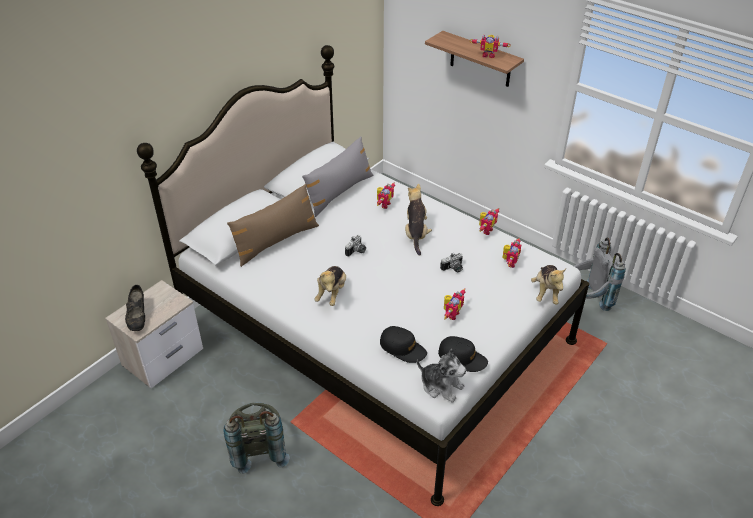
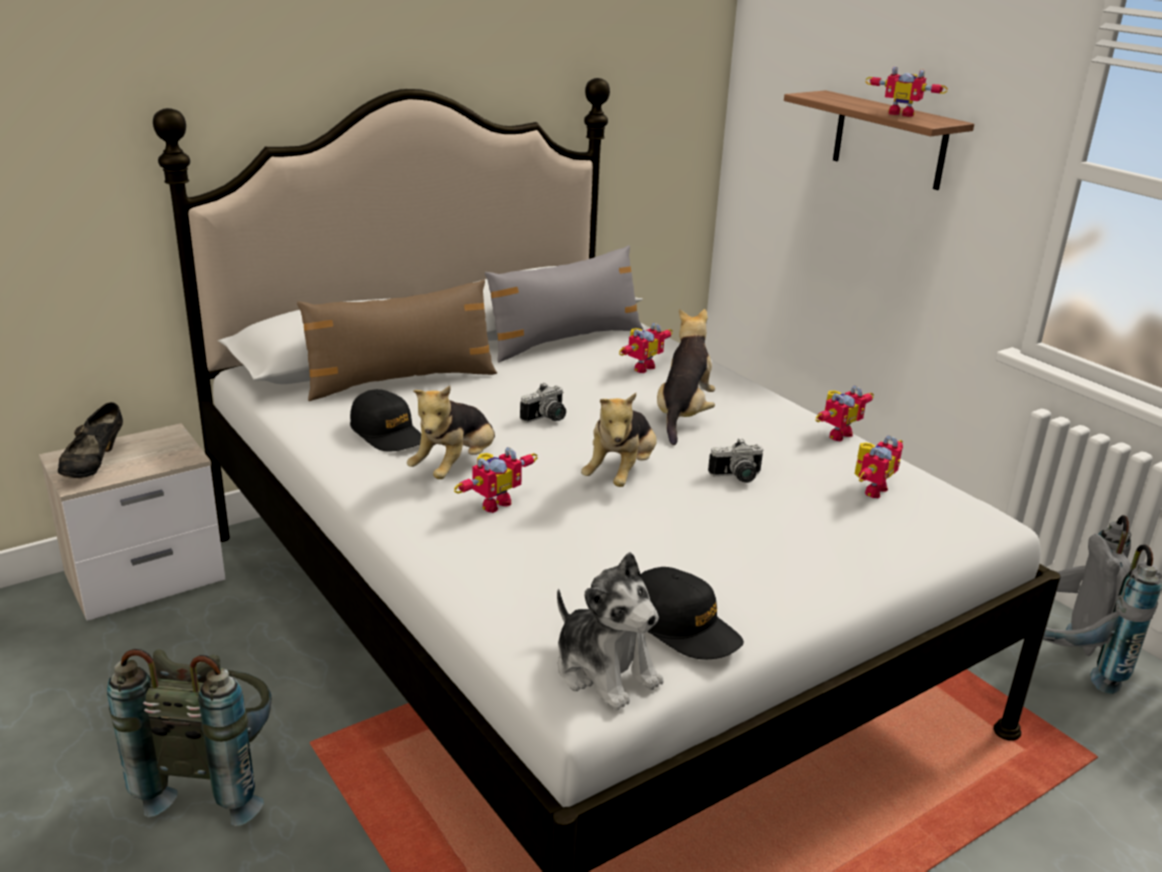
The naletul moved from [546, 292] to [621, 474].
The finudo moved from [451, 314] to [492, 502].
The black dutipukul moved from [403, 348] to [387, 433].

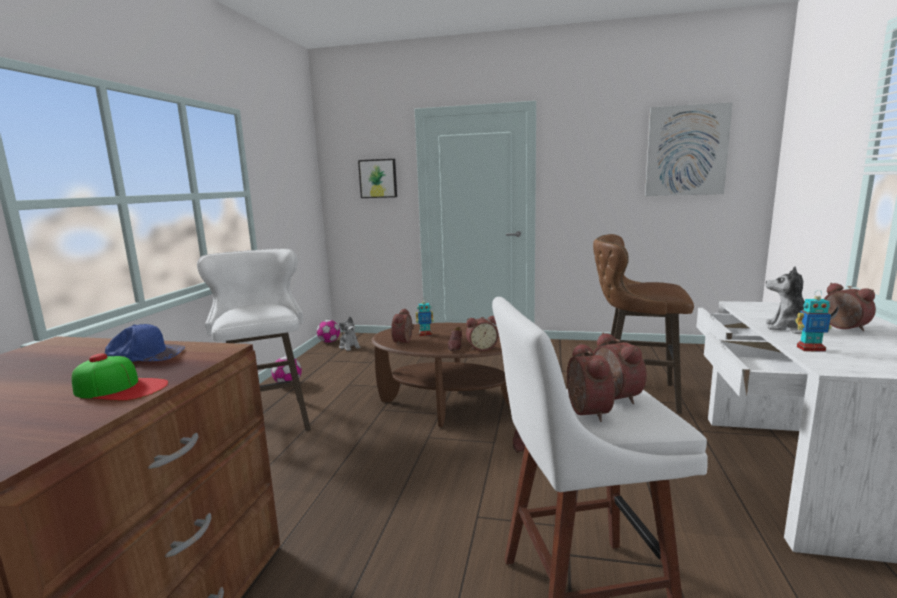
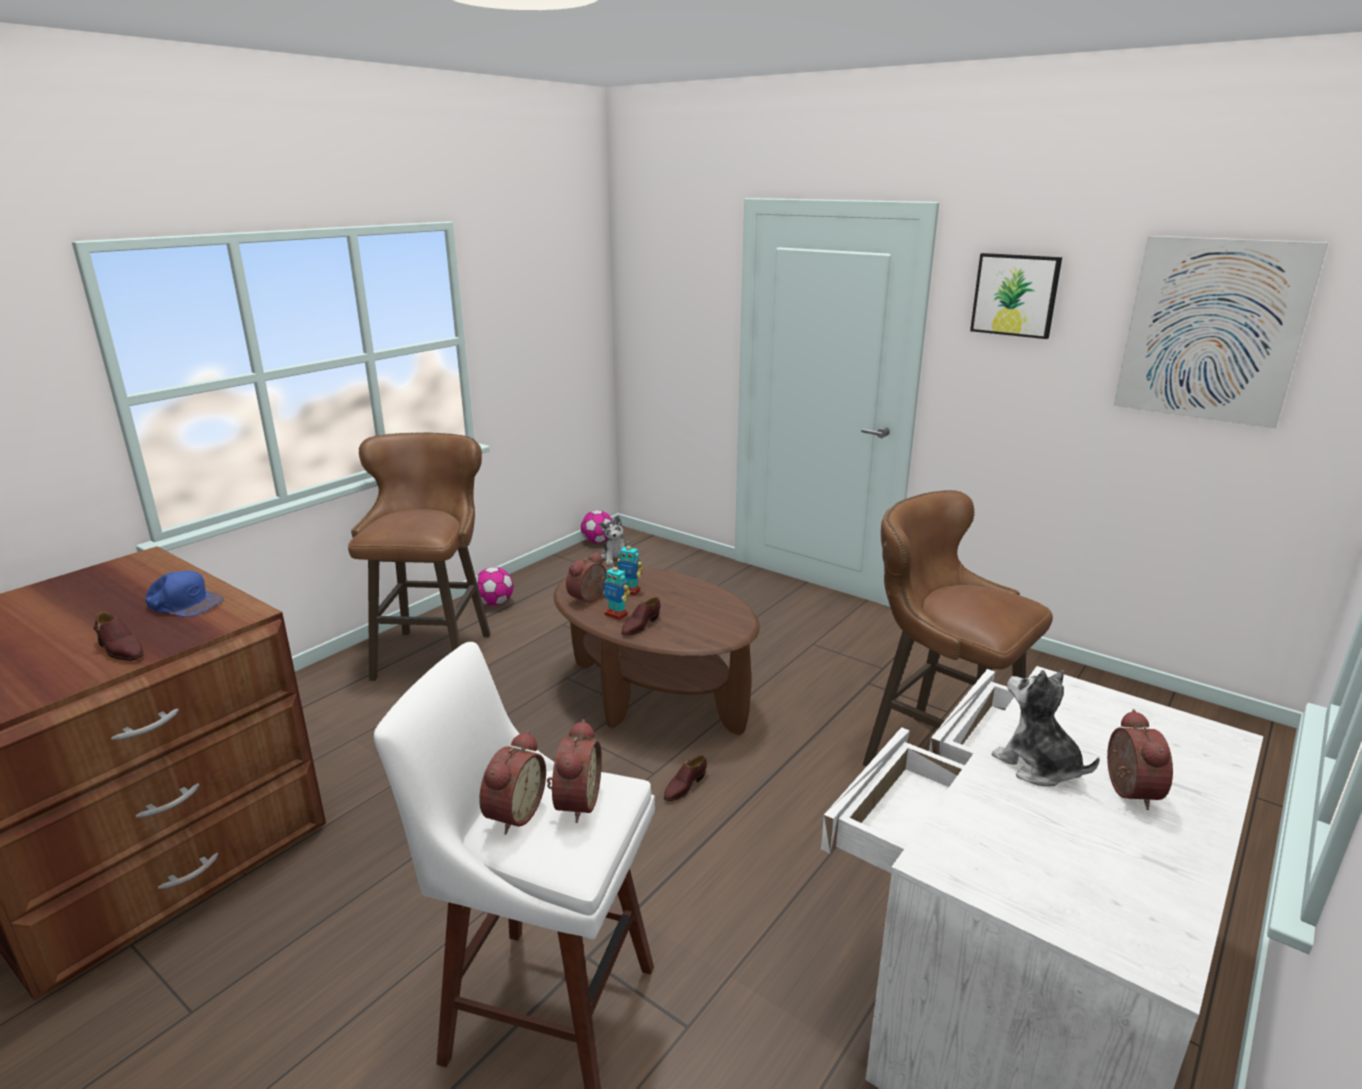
The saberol moved from [378, 178] to [1015, 295].
The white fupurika at [268, 419] became the brown fupurika at [435, 653].
The finudo moved from [810, 349] to [616, 615].
The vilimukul at [481, 348] disappeared.
The dutipukul at [120, 388] was replaced by the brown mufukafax at [120, 650].

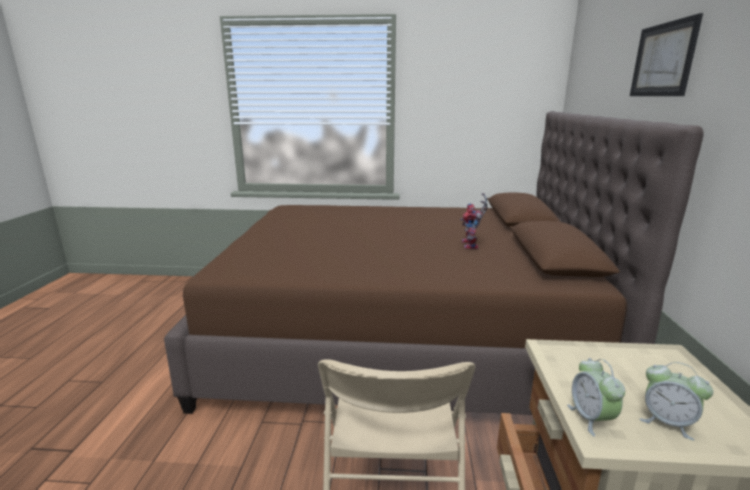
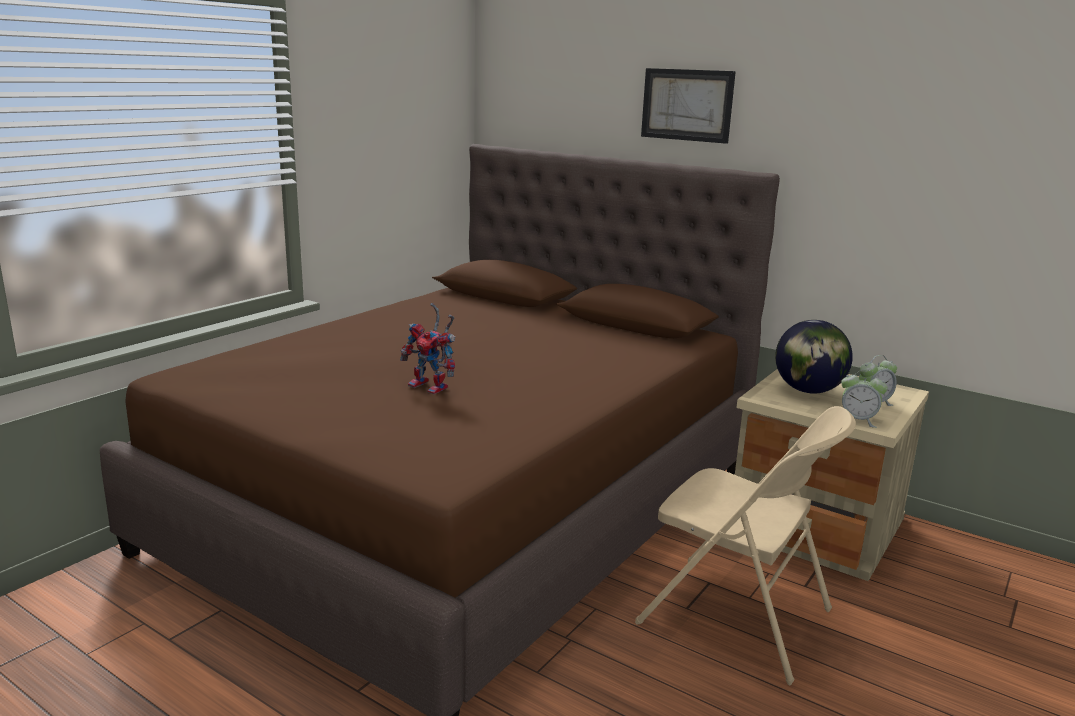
The finudo moved from [472, 246] to [433, 387].
The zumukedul at [808, 391] appeared.

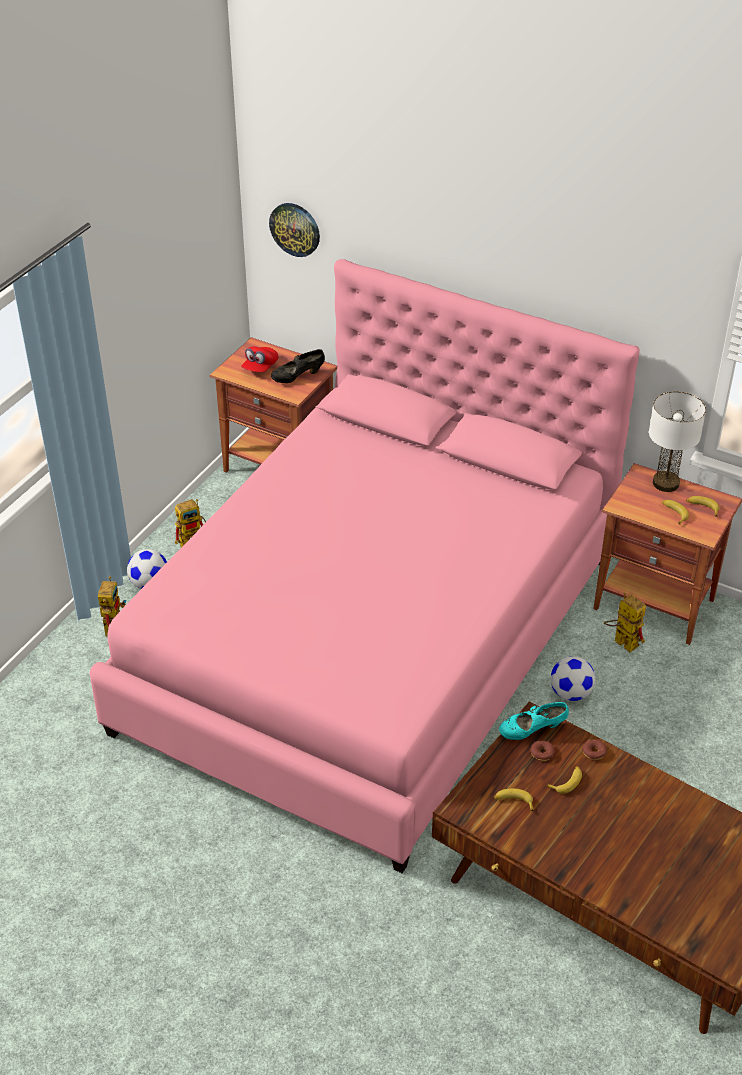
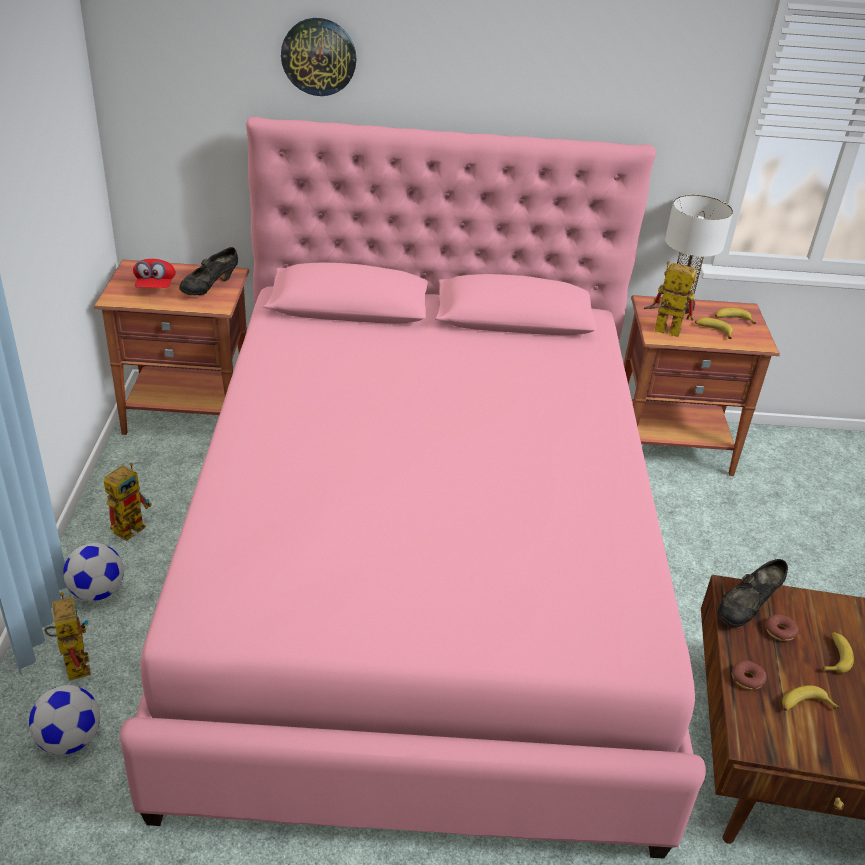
The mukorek moved from [295, 229] to [319, 56].
The finudo moved from [621, 641] to [660, 330].
The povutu moved from [570, 693] to [69, 740].
The turquoise mufukafax at [532, 731] became the black mufukafax at [746, 608].
The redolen moved from [594, 752] to [747, 679].

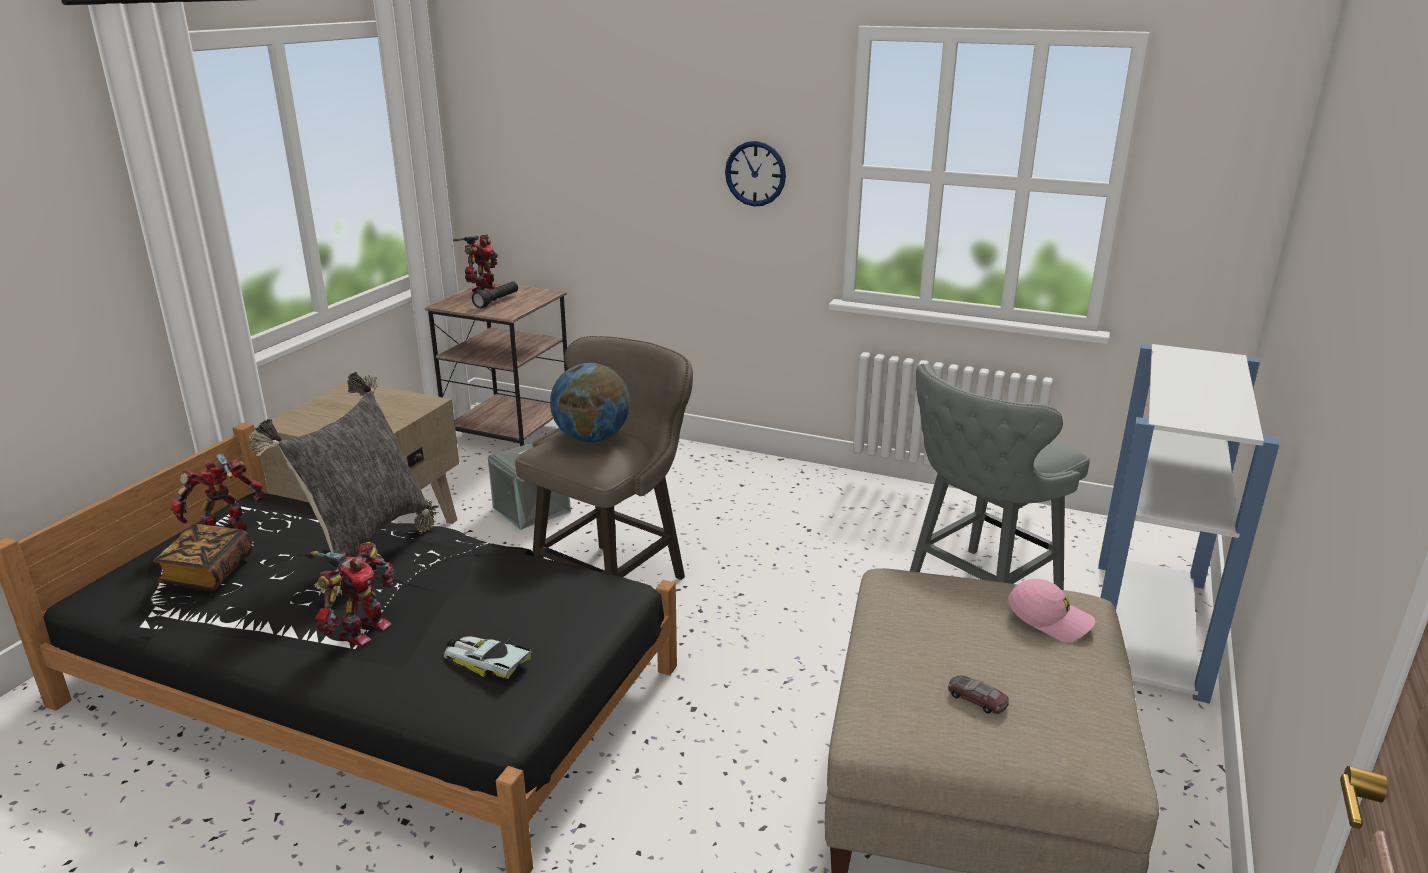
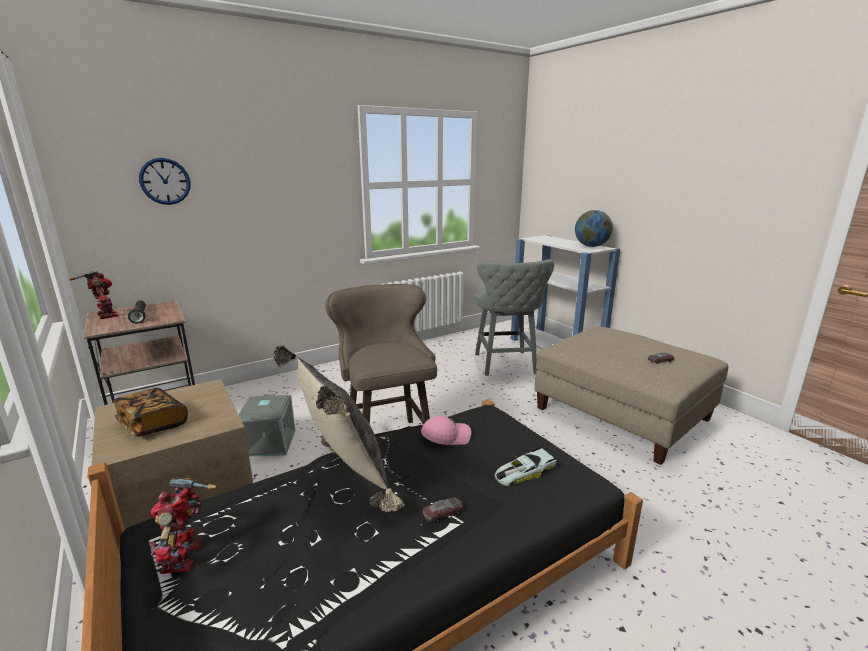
The mukorek moved from [755, 173] to [165, 181].
The zumukedul moved from [592, 438] to [591, 246].
The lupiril moved from [208, 573] to [153, 424].
The finudo at [362, 630] was replaced by the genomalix at [442, 513].
The pink dutipukul moved from [1050, 619] to [446, 437].

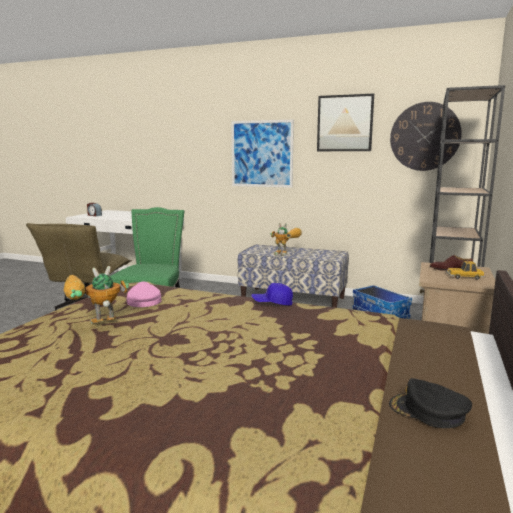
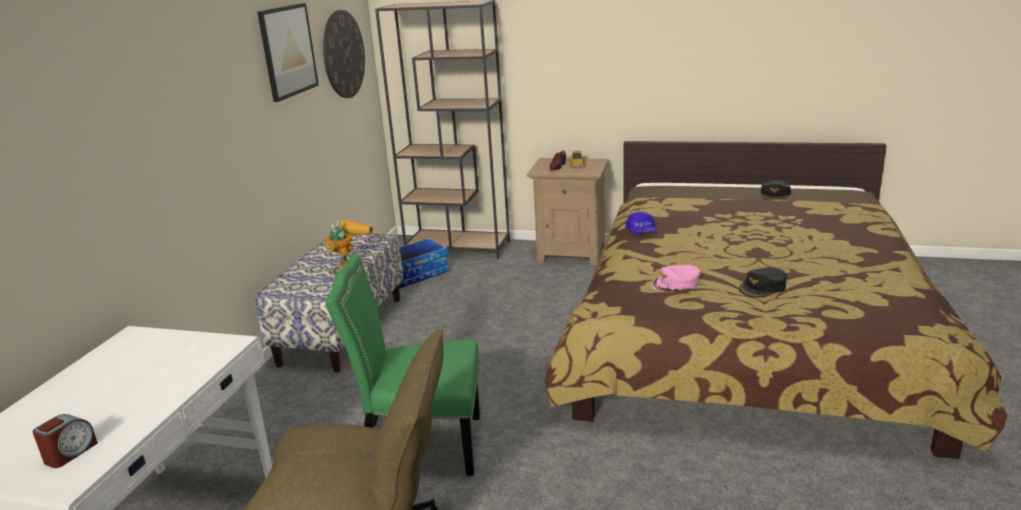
The saberol at [262, 154] disappeared.
The finudo at [94, 327] was replaced by the black dutipukul at [763, 287].

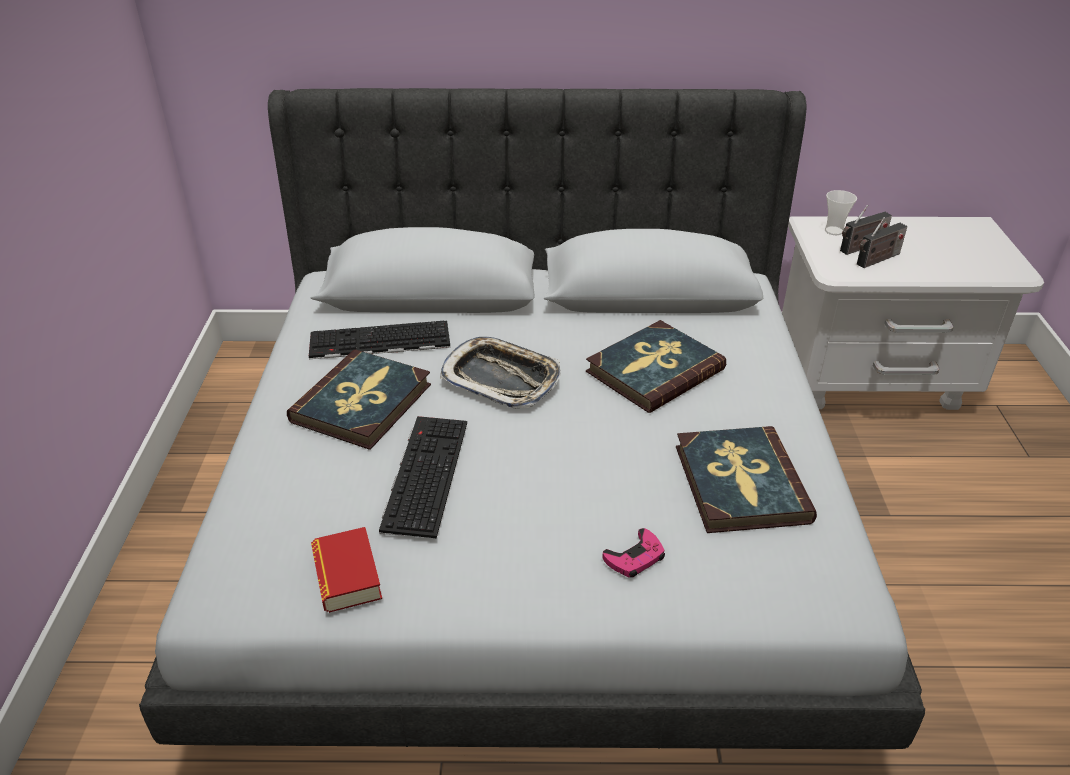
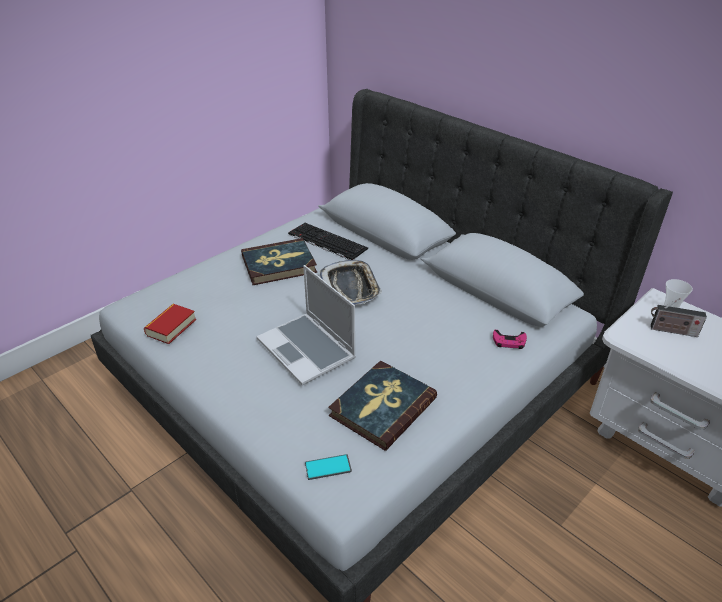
The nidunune at [877, 260] disappeared.
The lupiril at [654, 370] disappeared.
The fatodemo at [424, 473] disappeared.
The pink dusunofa moved from [635, 558] to [509, 342].
The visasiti at [308, 349] appeared.
The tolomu at [328, 467] appeared.

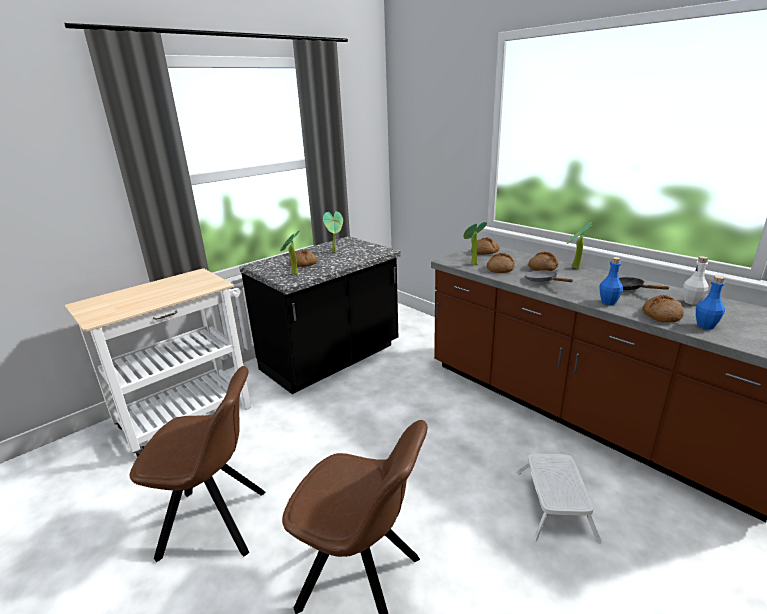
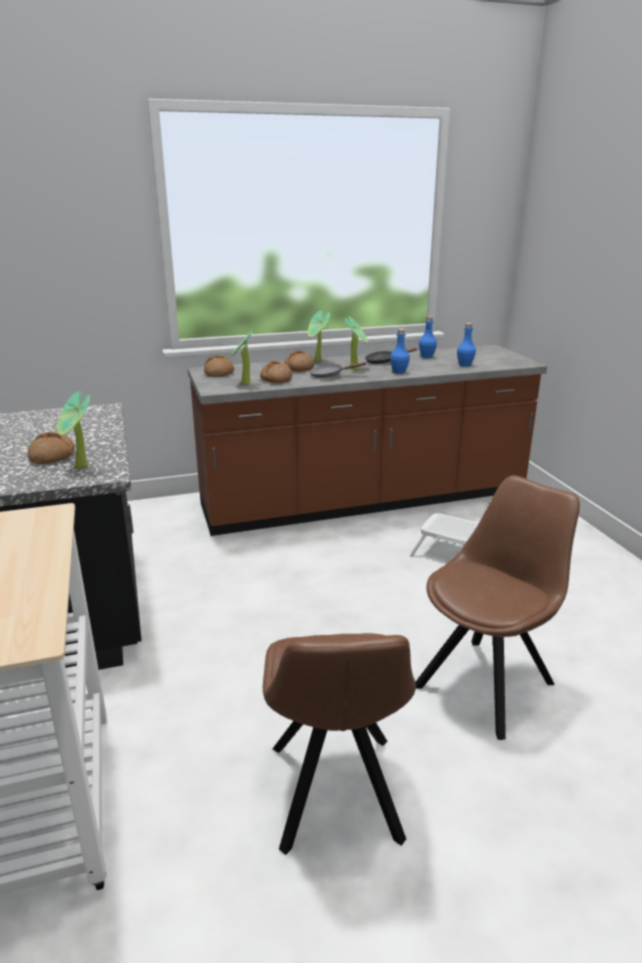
The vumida moved from [335, 251] to [356, 368].
The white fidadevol at [691, 302] became the blue fidadevol at [426, 356].
The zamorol at [661, 315] disappeared.
The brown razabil at [215, 522] turned 150 degrees clockwise.

